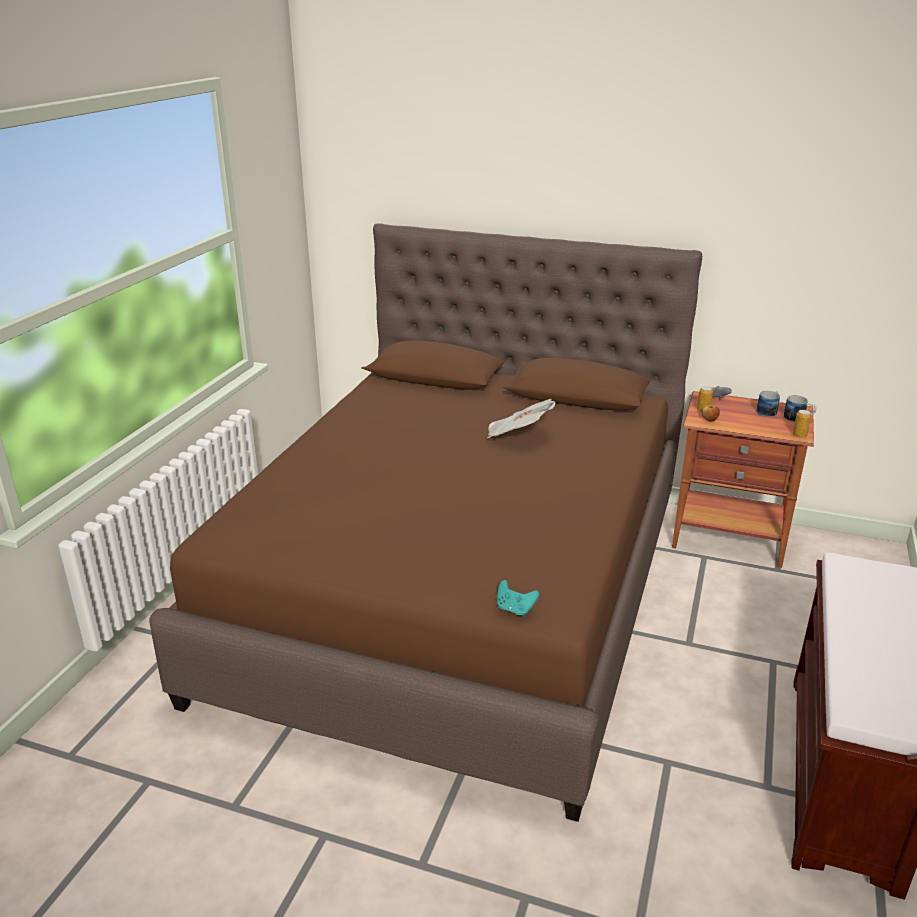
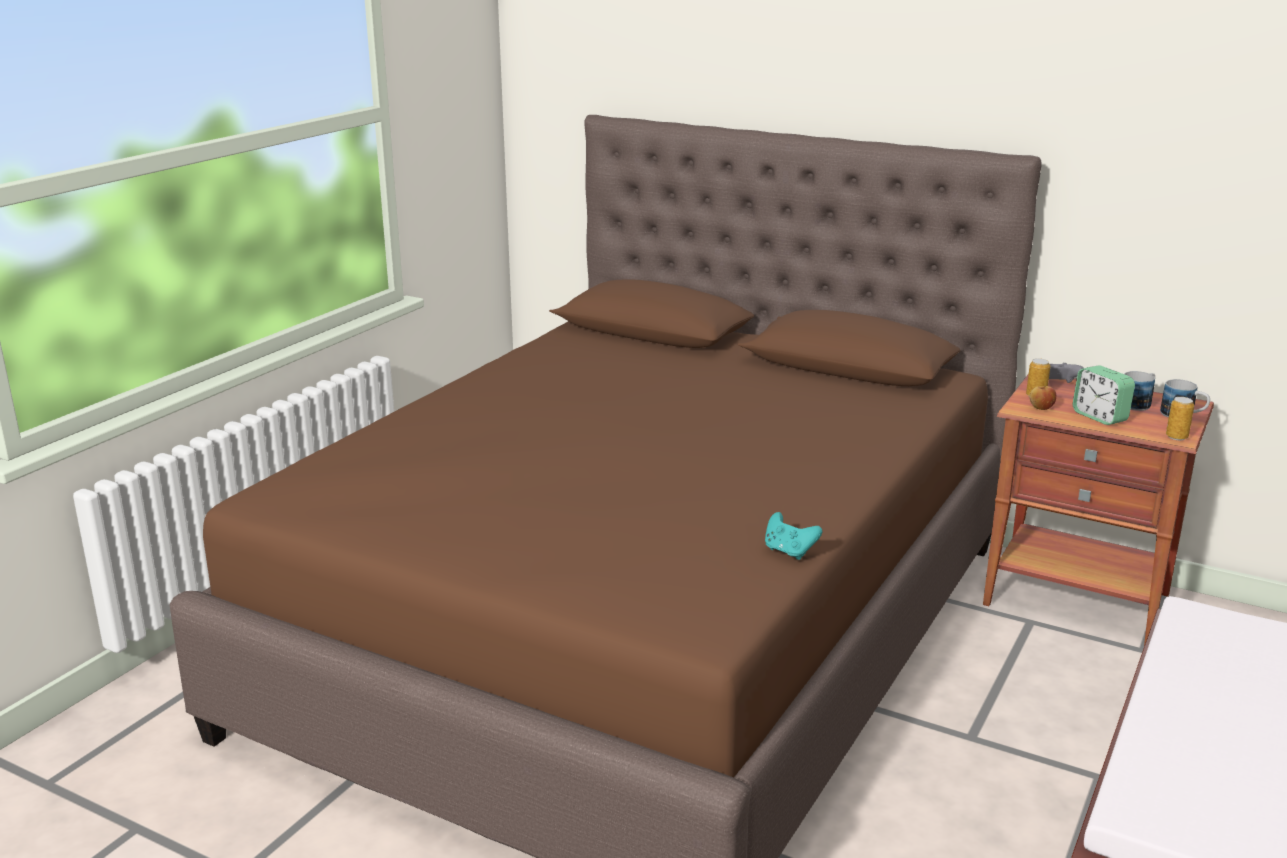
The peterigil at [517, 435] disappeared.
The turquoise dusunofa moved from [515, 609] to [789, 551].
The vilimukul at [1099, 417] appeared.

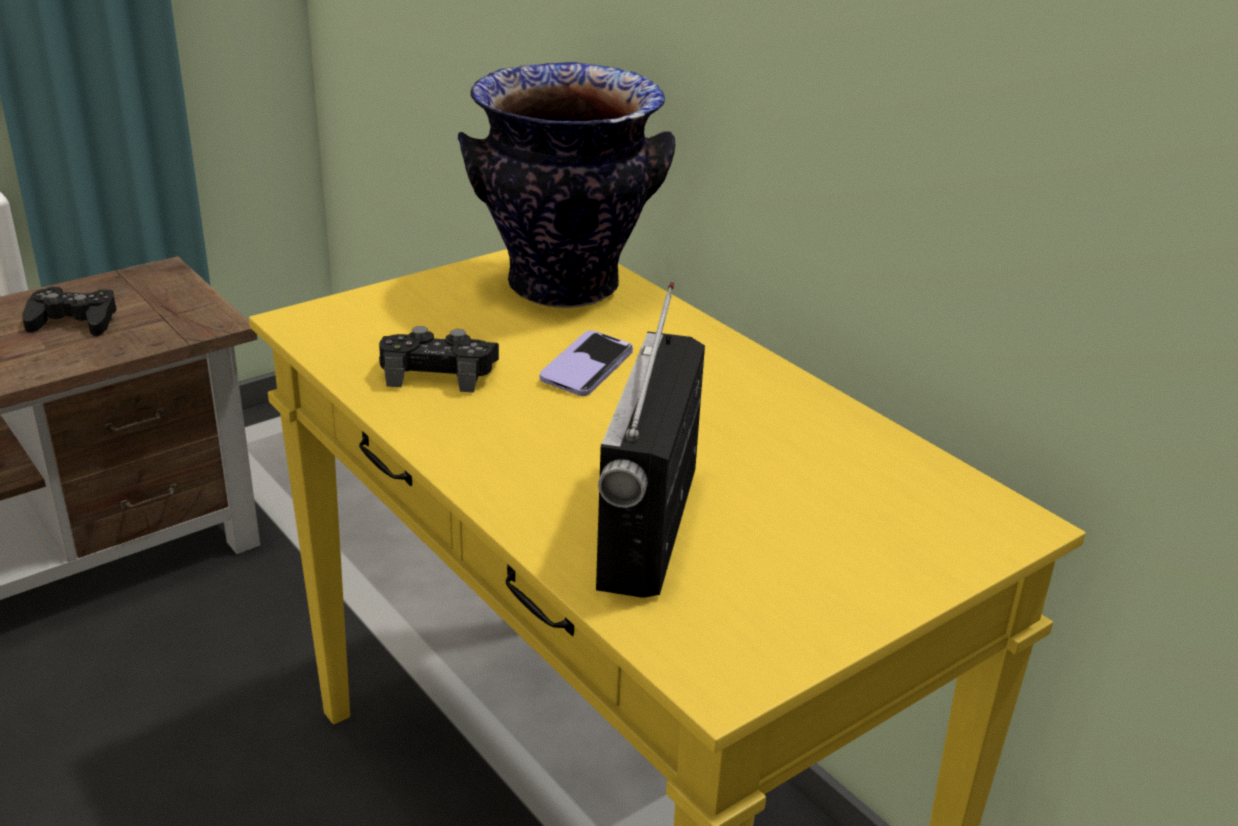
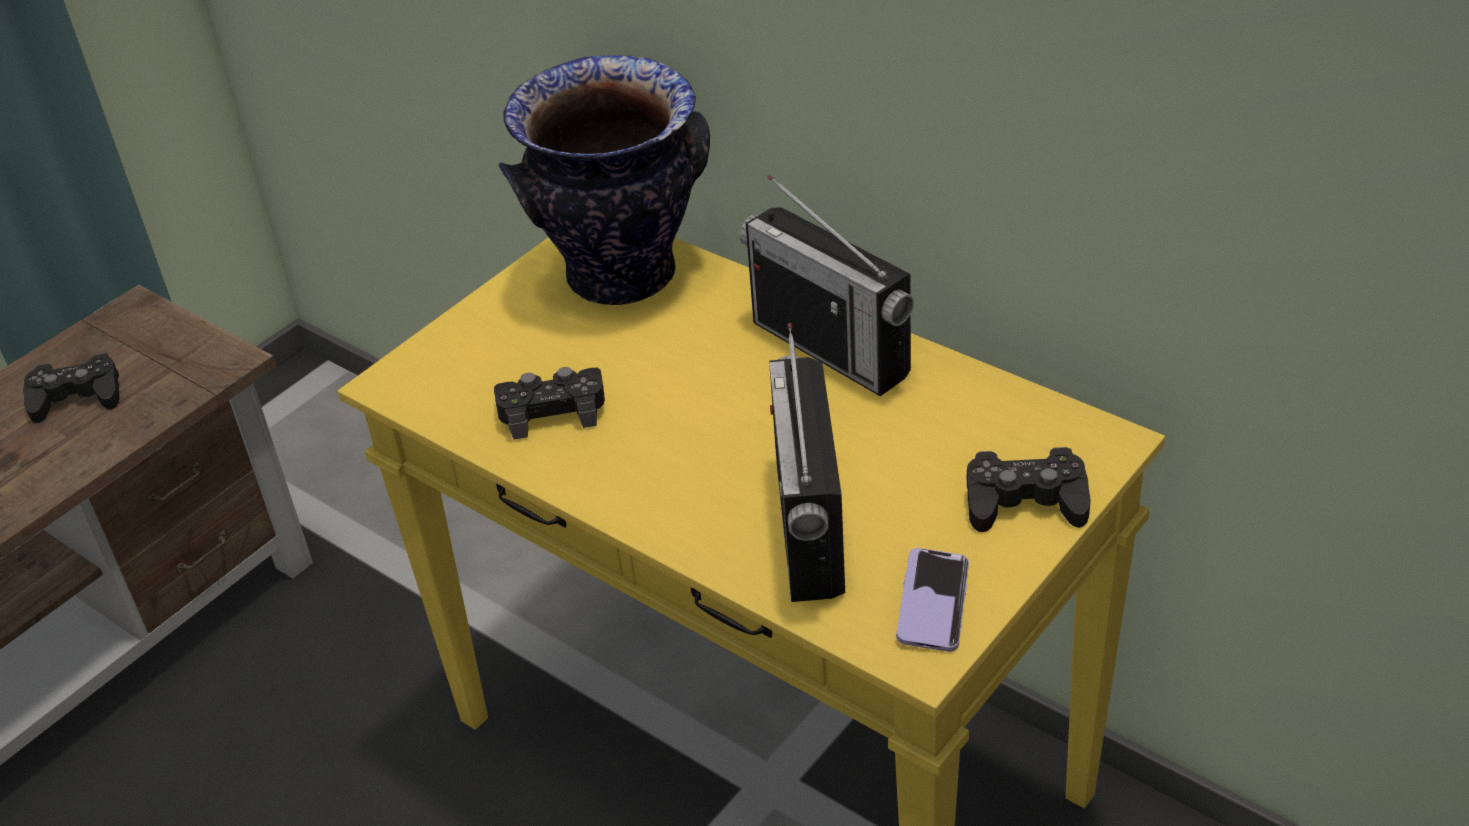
The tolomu moved from [587, 366] to [933, 602].
The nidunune at [830, 348] appeared.
The black dusunofa at [1025, 501] appeared.

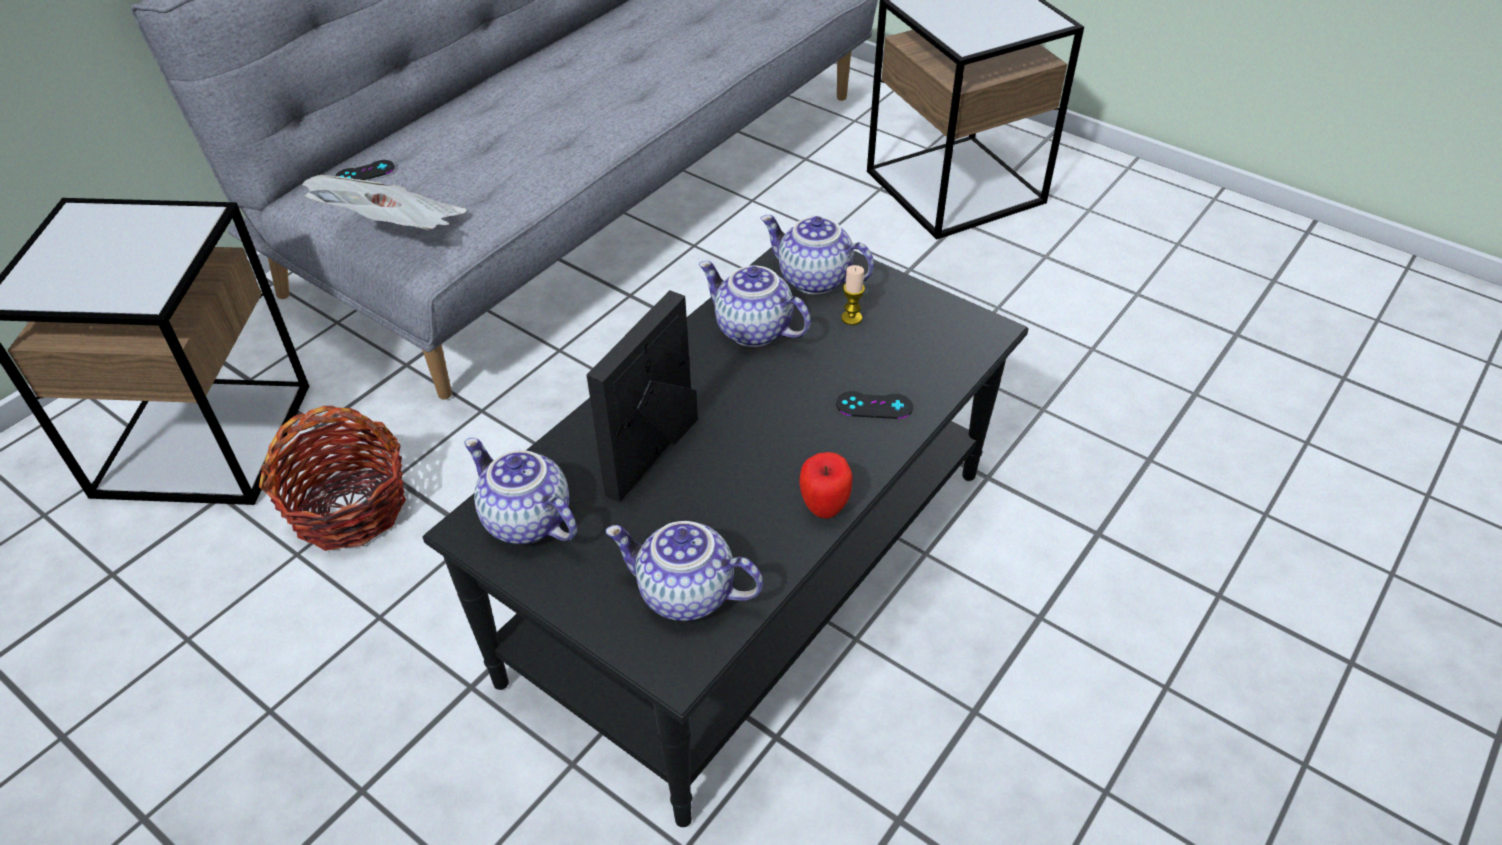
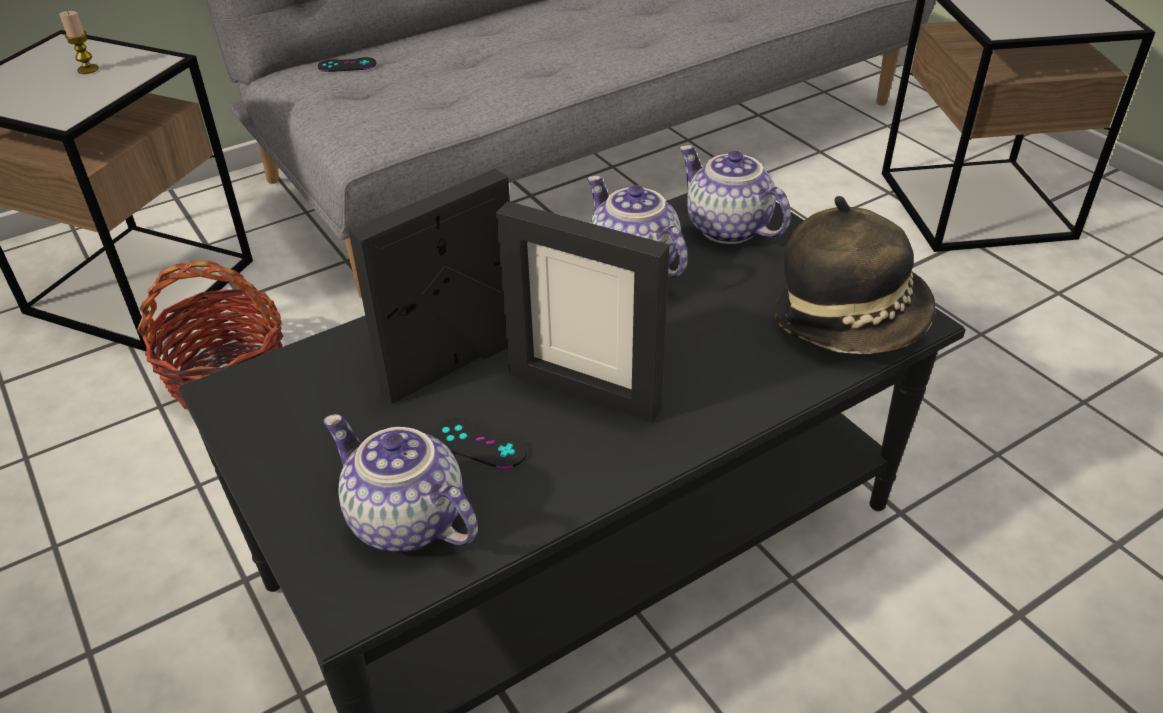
The peterigil at [397, 233] disappeared.
The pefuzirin moved from [851, 318] to [88, 69].
The black dusunofa moved from [874, 405] to [480, 443].
The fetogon at [525, 521] disappeared.
The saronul at [824, 508] disappeared.
The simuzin at [850, 321] appeared.
The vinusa at [585, 389] appeared.

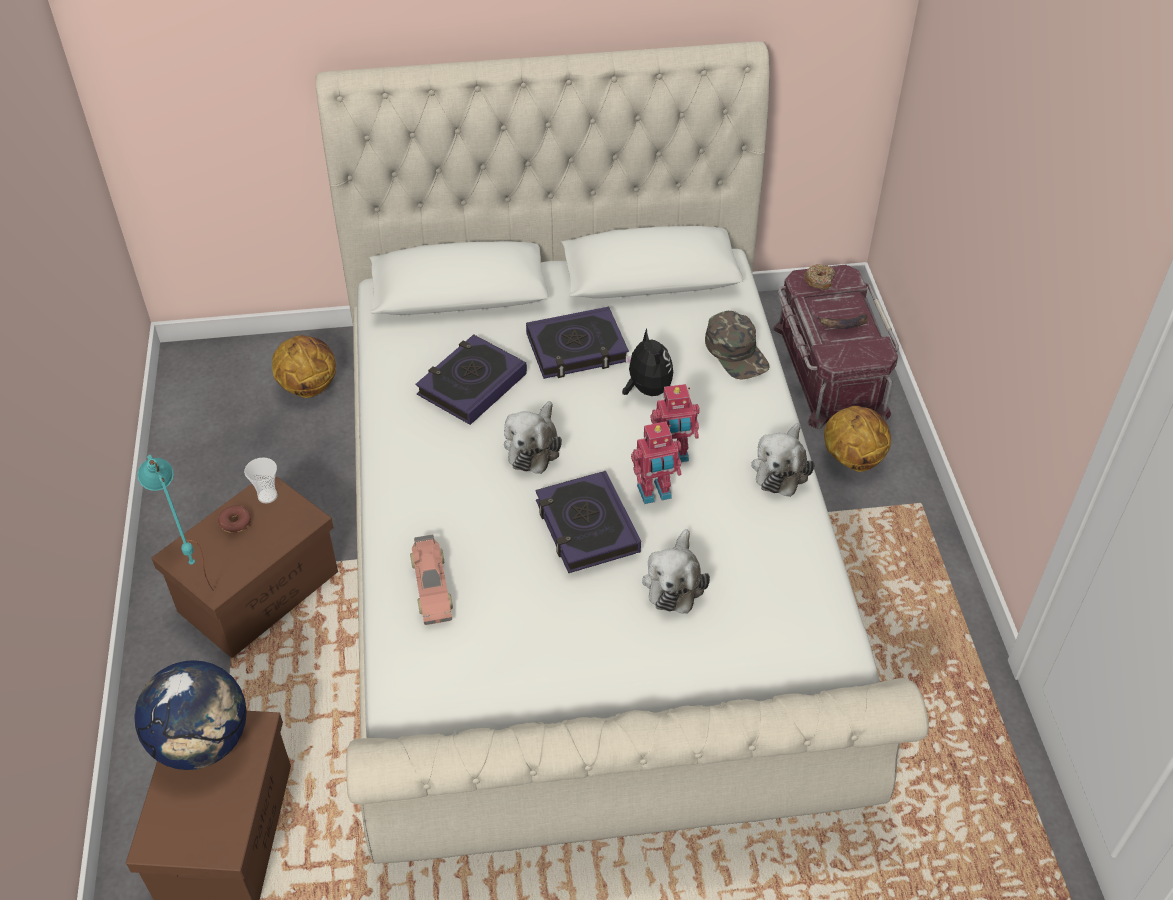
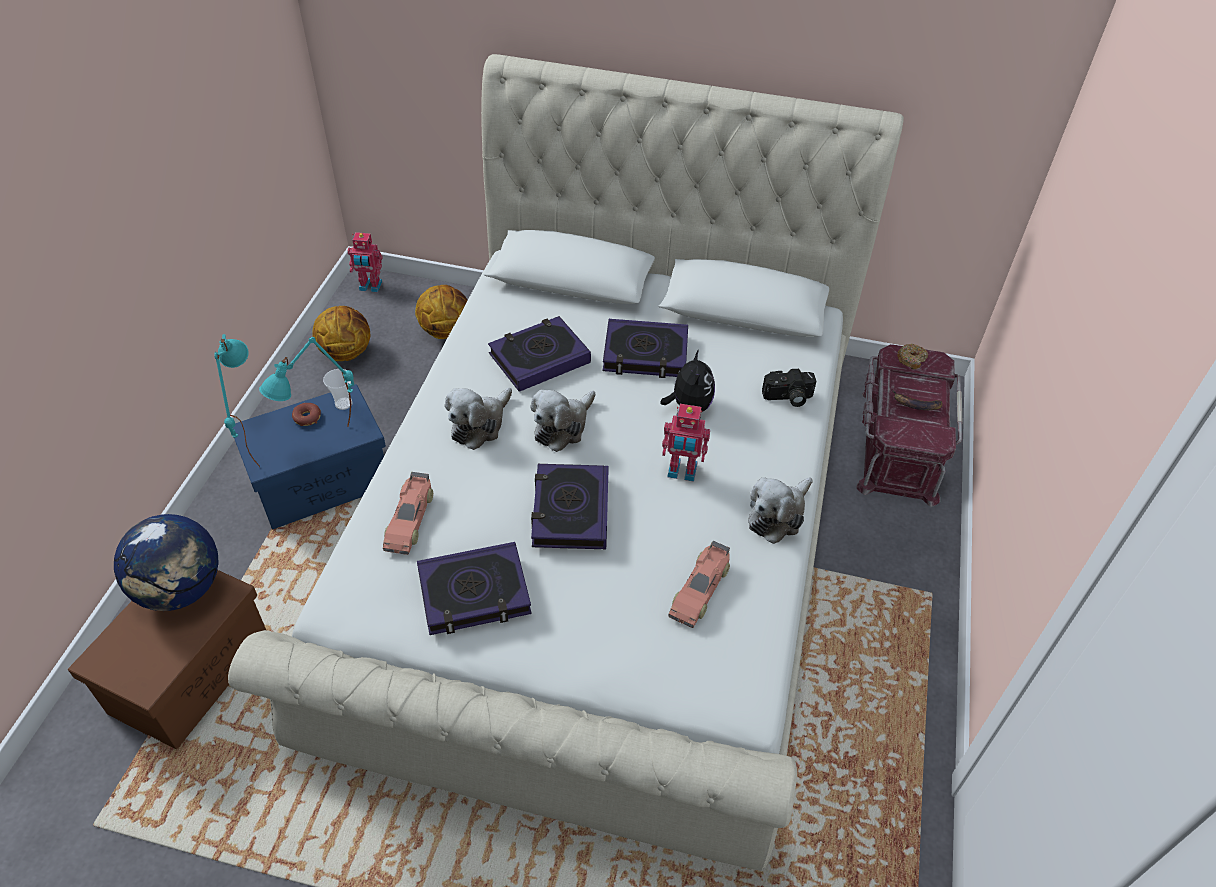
The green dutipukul at [737, 352] was replaced by the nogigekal at [788, 398].
The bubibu moved from [852, 458] to [346, 352].
The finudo moved from [655, 493] to [370, 287].
The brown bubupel at [259, 590] became the blue bubupel at [322, 482].
The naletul moved from [674, 582] to [480, 425].
The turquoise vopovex at [325, 446] appeared.
The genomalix at [700, 589] appeared.
The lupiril at [474, 593] appeared.

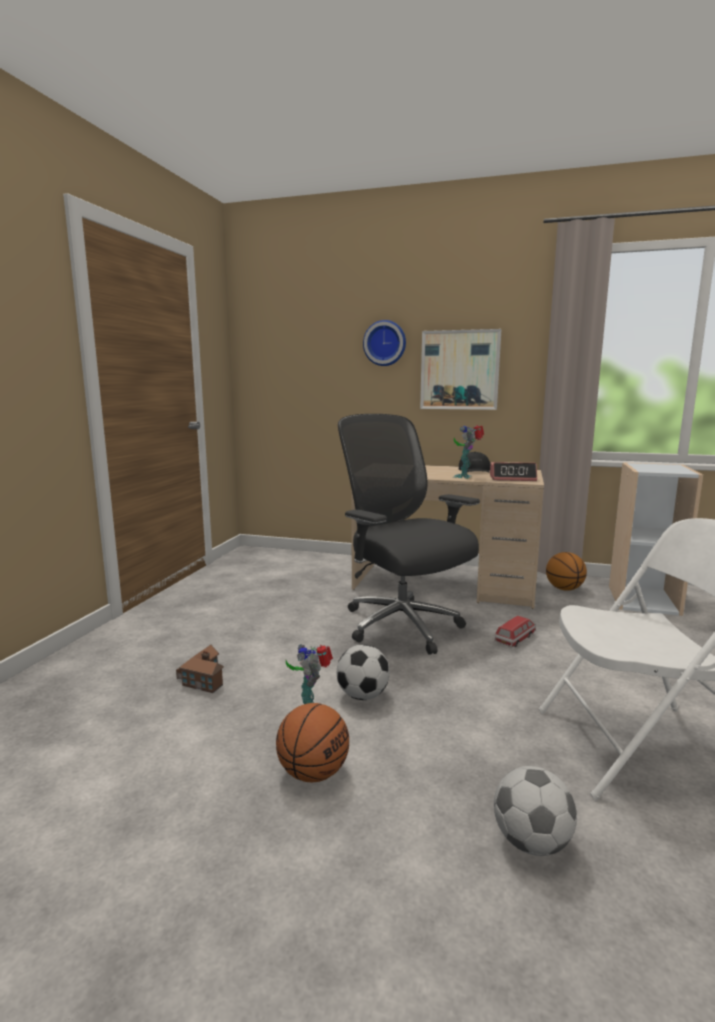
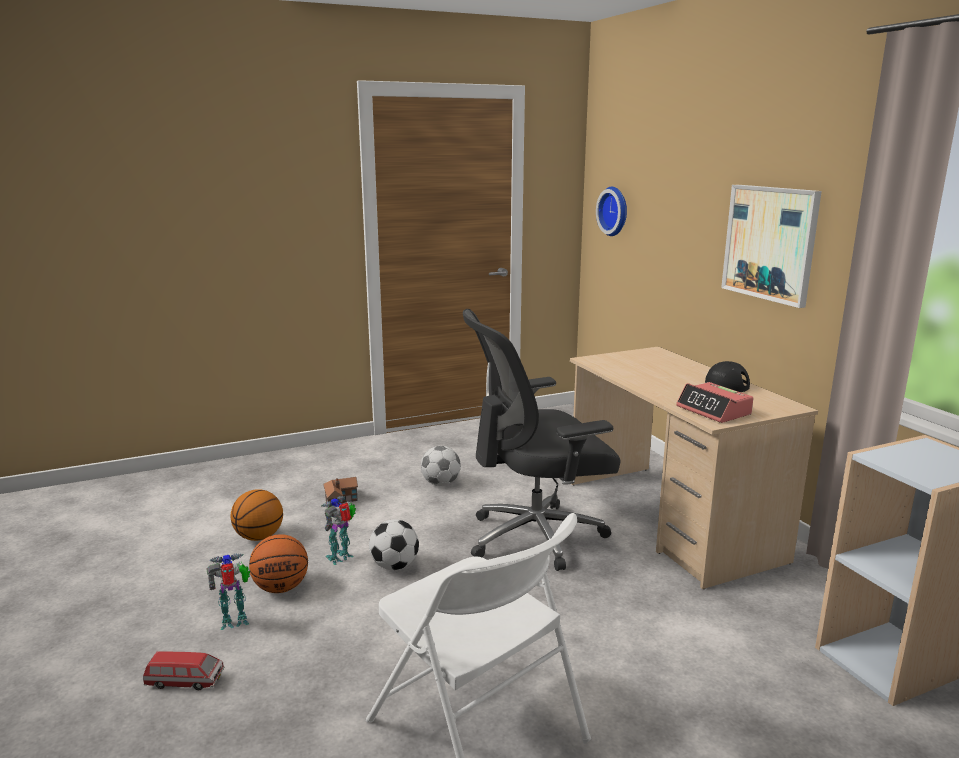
The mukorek moved from [385, 343] to [615, 211].
The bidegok at [403, 626] turned 120 degrees counterclockwise.
The finudo moved from [465, 476] to [236, 622].
The bubibu moved from [564, 589] to [259, 537].
The genomalix moved from [515, 639] to [185, 681].
The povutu moved from [531, 842] to [441, 483].

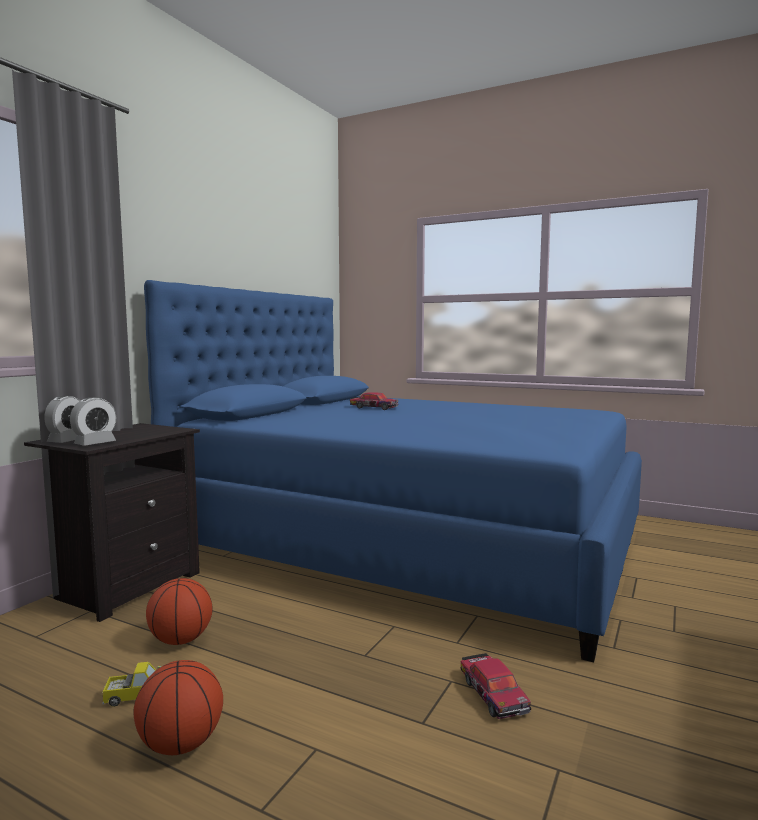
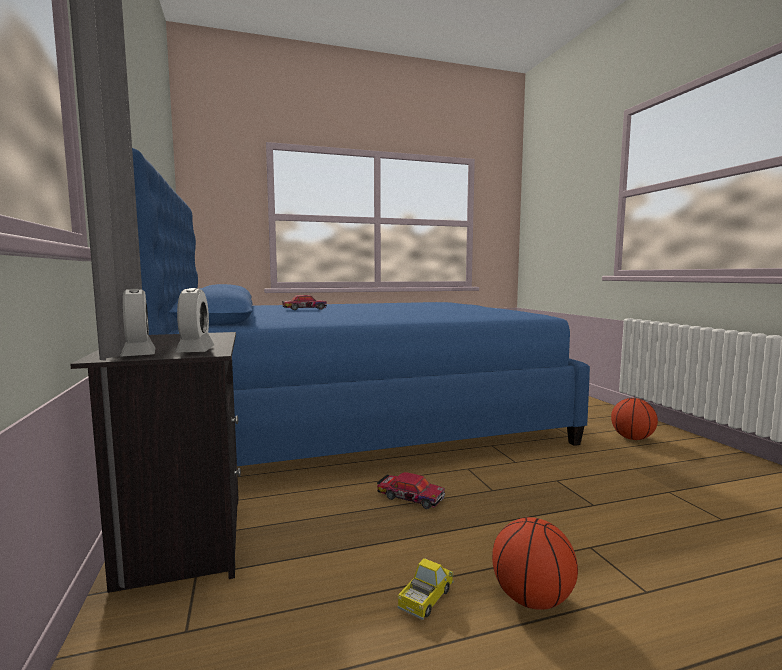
The bubibu moved from [180, 640] to [632, 438].
The genomalix moved from [493, 693] to [410, 497].

